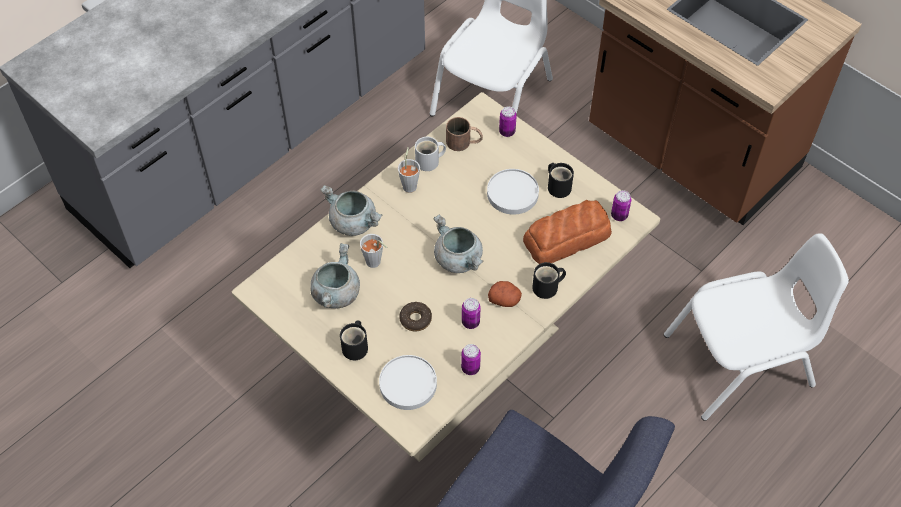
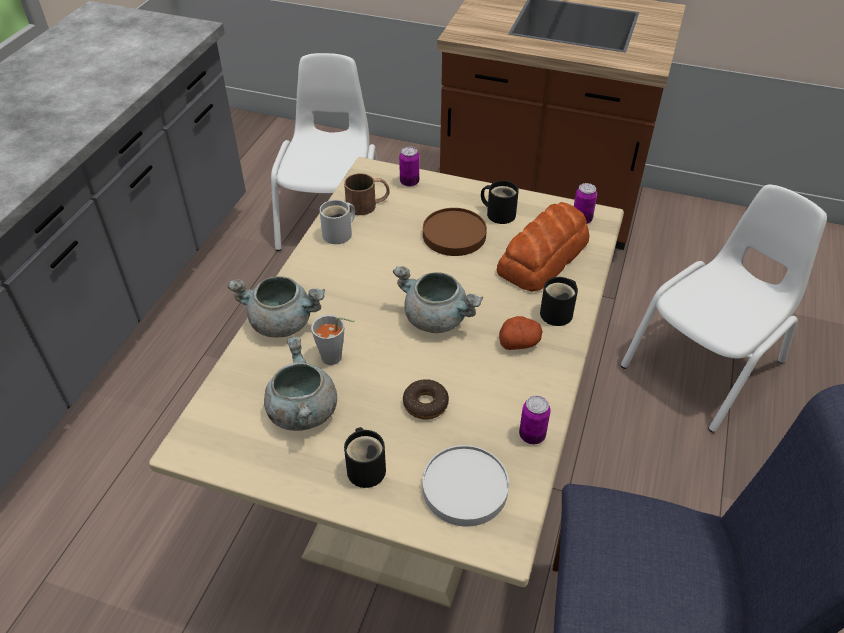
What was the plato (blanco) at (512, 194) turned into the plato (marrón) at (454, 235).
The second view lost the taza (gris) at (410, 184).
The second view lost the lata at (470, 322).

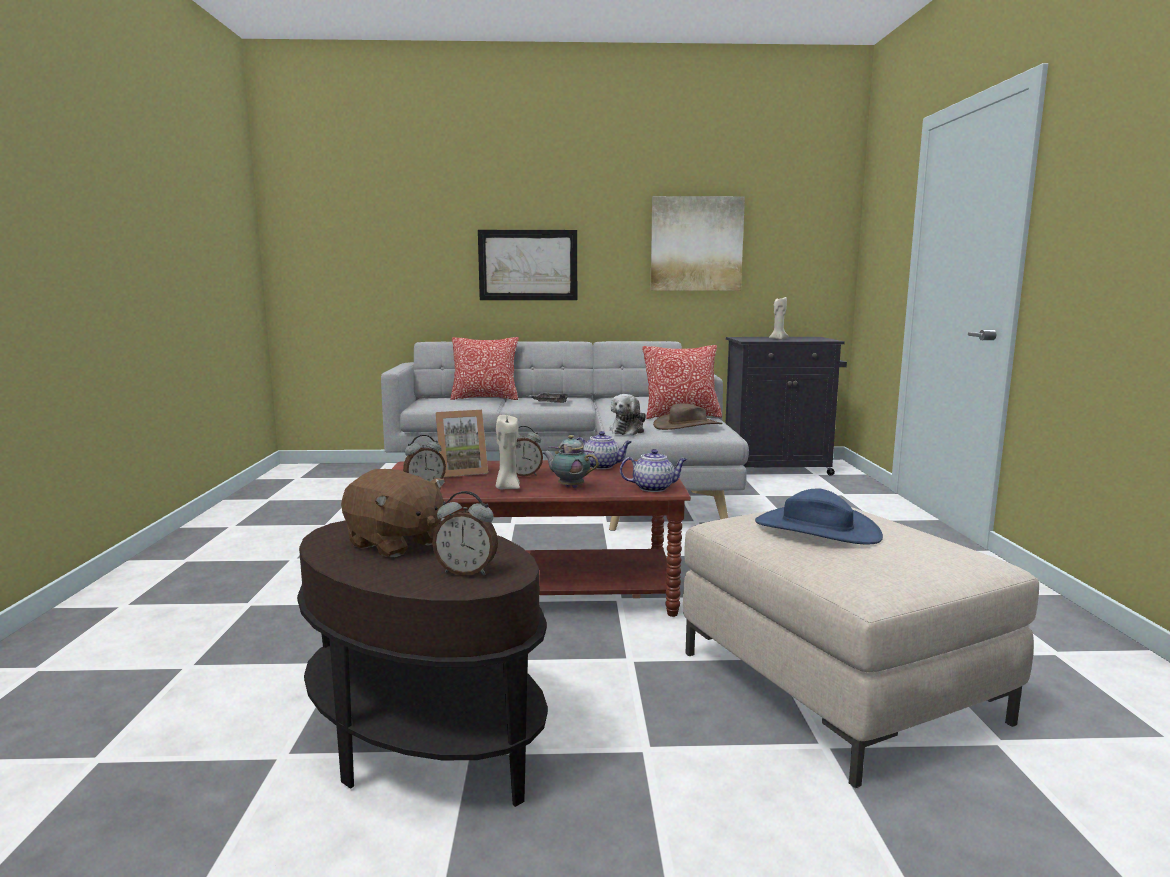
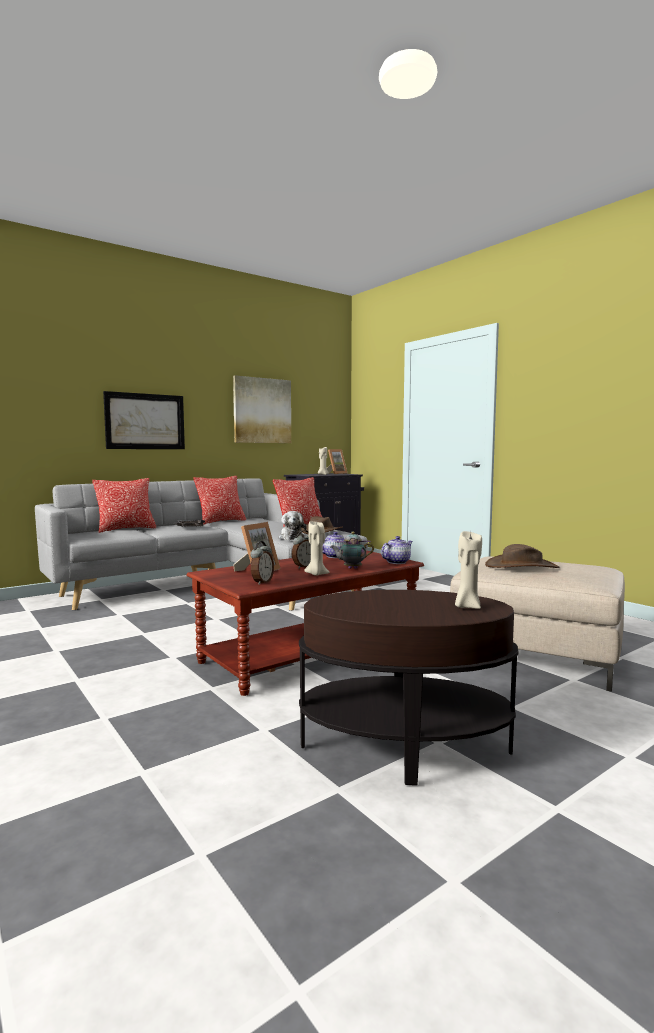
The second view gained the cojín at (221, 522).
The second view gained the portarretratos at (335, 473).
Where the despertador stood at (467, 572), the vela (beis) came to stand at (467, 606).
What was the sombrero (azul) at (816, 529) turned into the sombrero (marrón) at (521, 566).
The second view lost the peluche (marrón) at (395, 544).

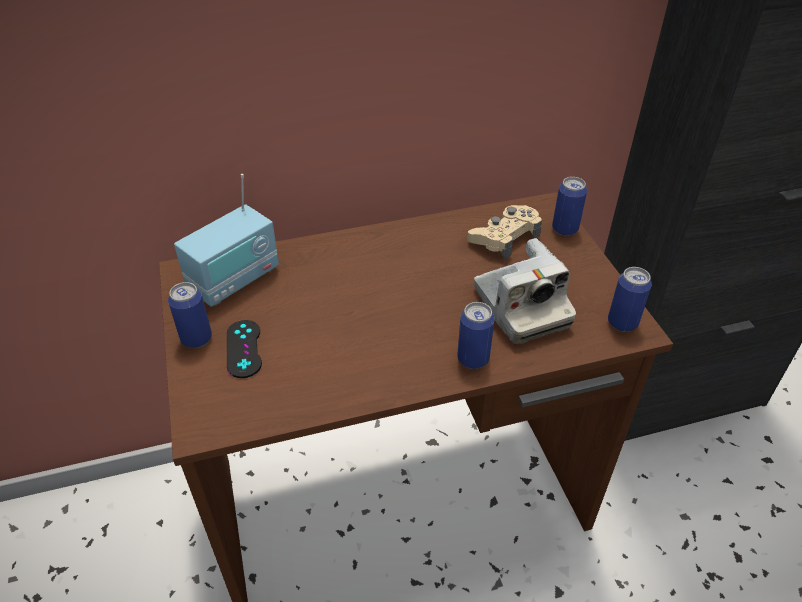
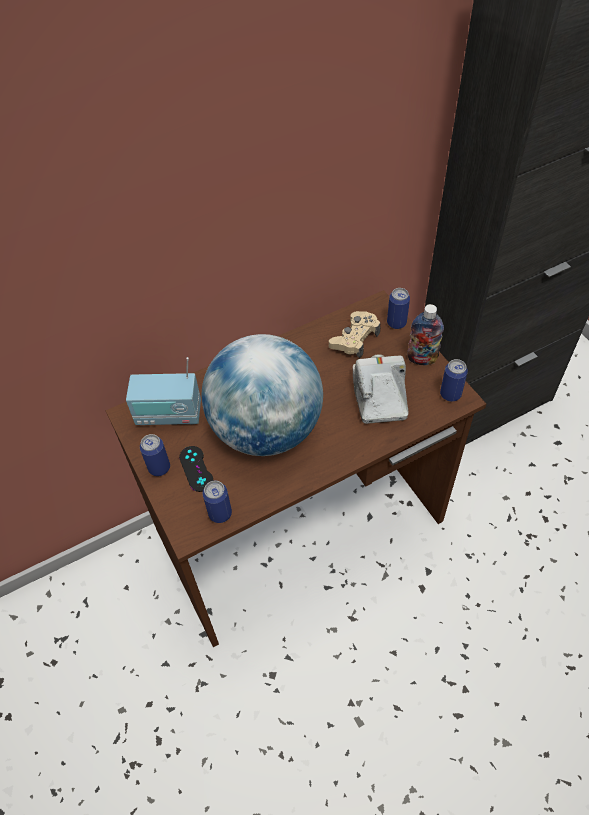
The radio at (235, 280) ended up facing another way, 60 degrees clockwise from before.
The second view gained the globo terráqueo at (266, 430).
The lata ended up elsewhere, having gone from (473, 359) to (220, 513).
The cámara at (520, 308) ended up facing another way, 150 degrees counterclockwise from before.
The second view gained the botella at (422, 359).

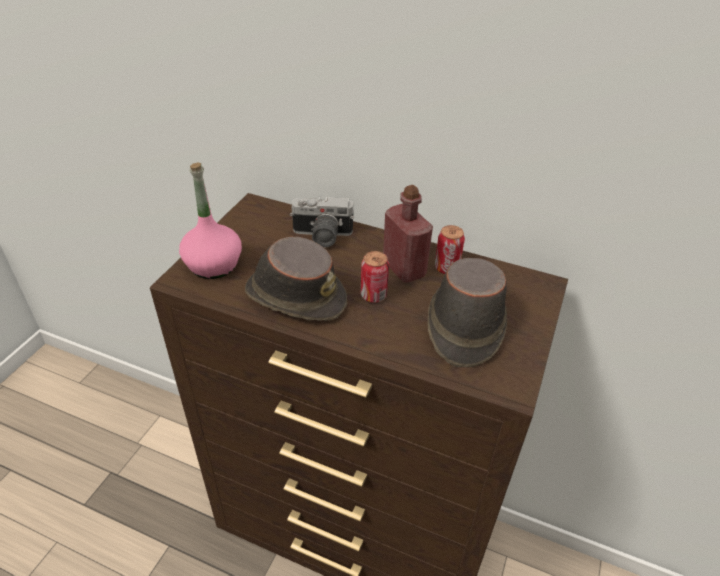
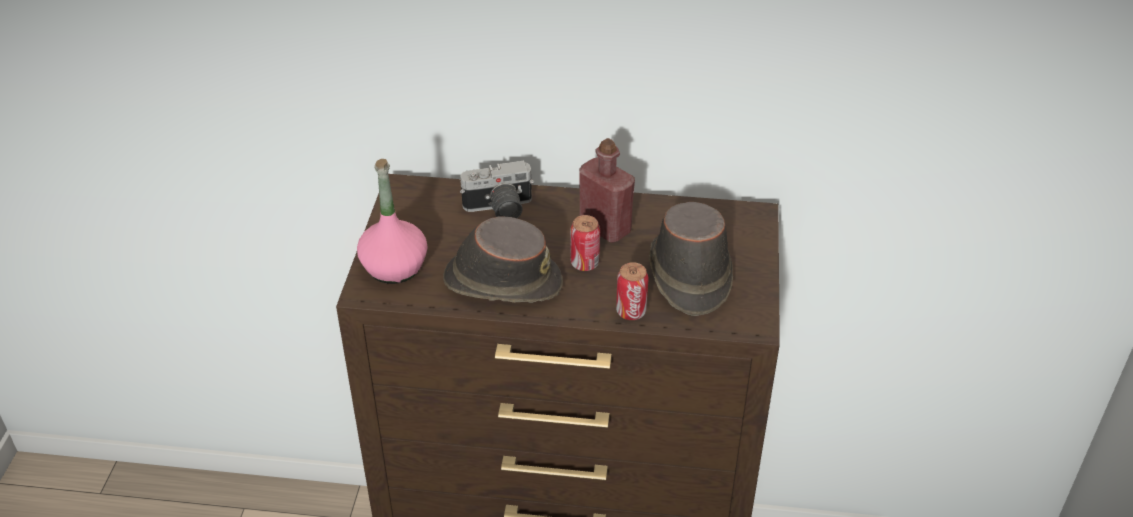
The lata ended up elsewhere, having gone from (446, 268) to (631, 312).

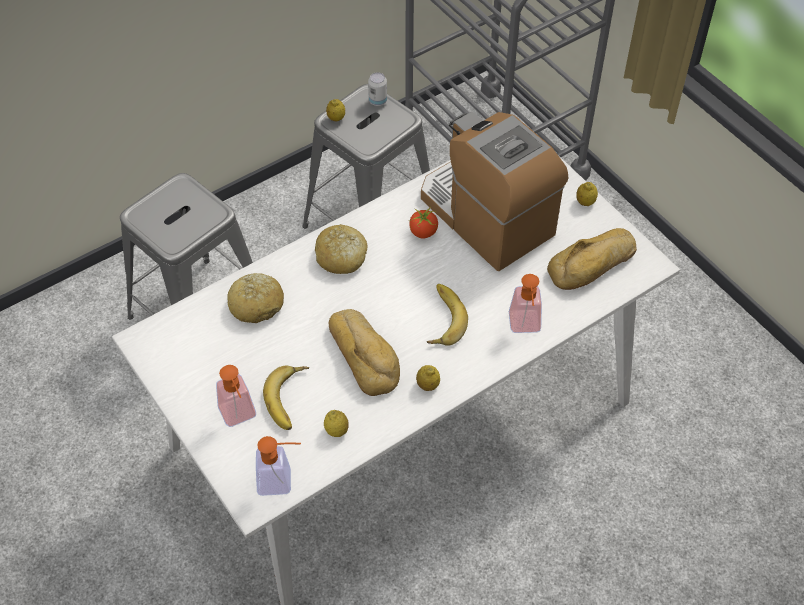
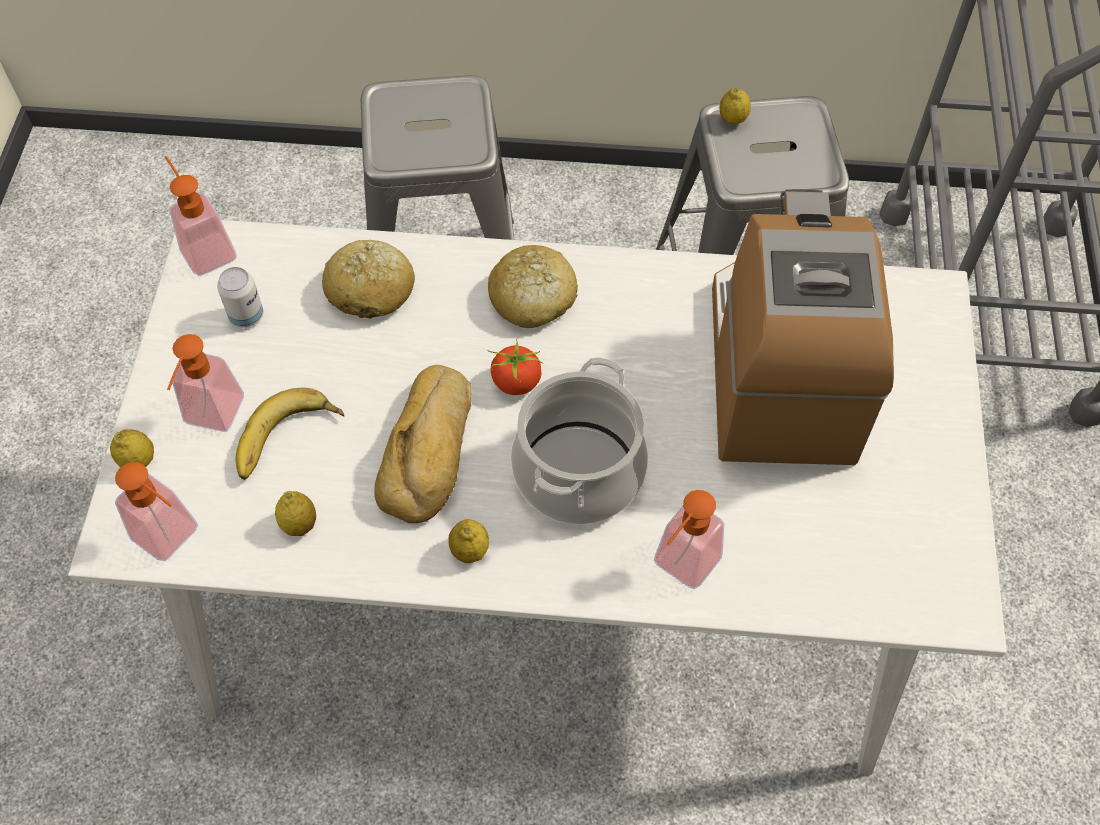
The limón ended up elsewhere, having gone from (585, 202) to (138, 461).
The second view gained the dispensador de jabón at (204, 247).
The lata ended up elsewhere, having gone from (377, 101) to (246, 316).
The tomate ended up elsewhere, having gone from (423, 232) to (516, 383).
Where the plátano stood at (441, 318), the olla came to stand at (578, 471).
The second view lost the pan at (593, 265).

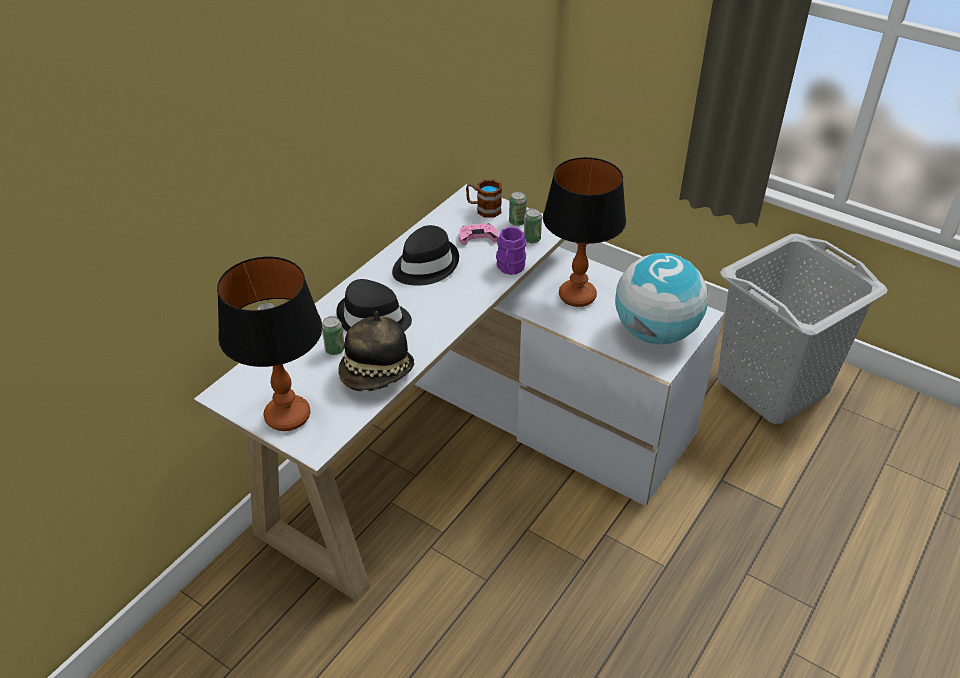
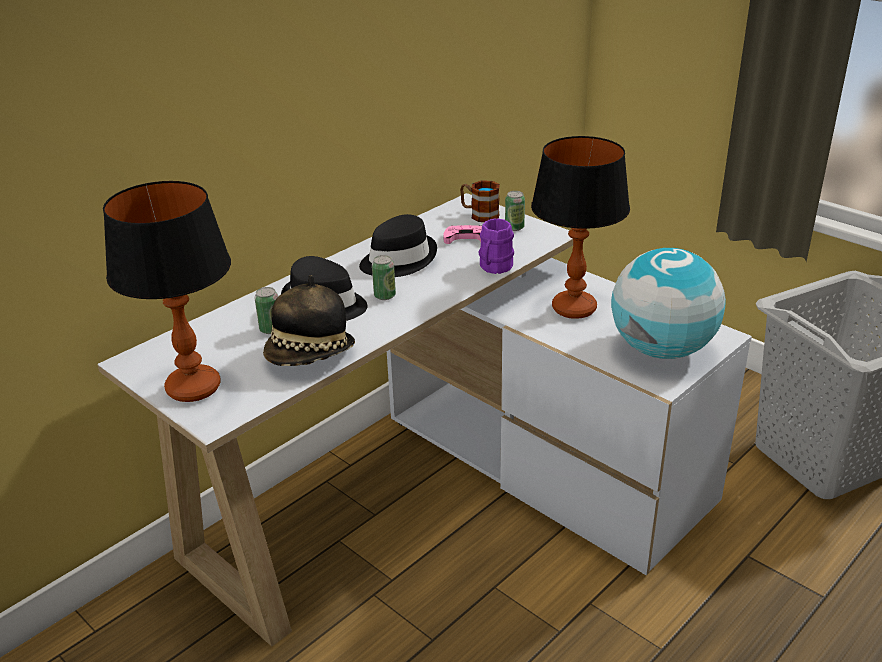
The lata ended up elsewhere, having gone from (532, 239) to (384, 296).

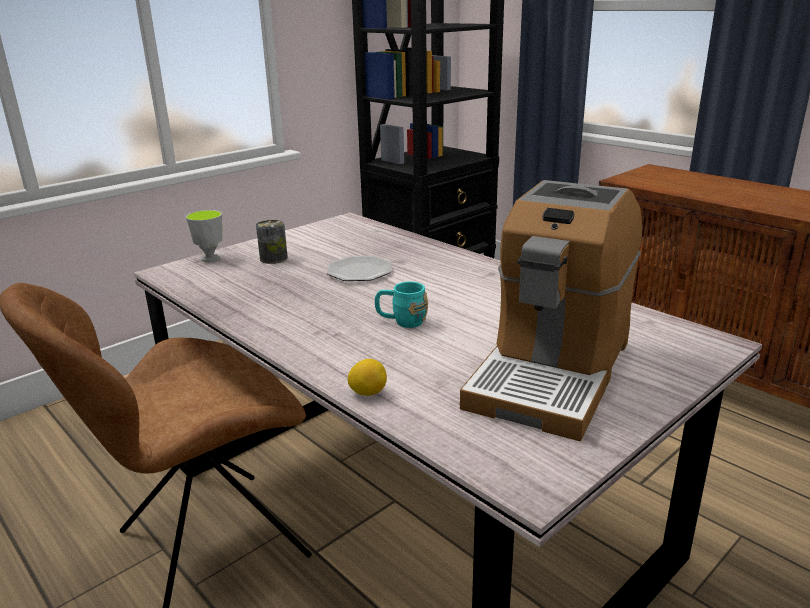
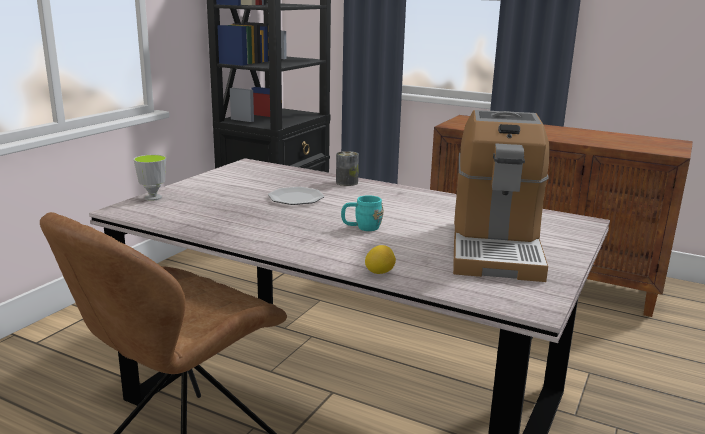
The lata ended up elsewhere, having gone from (273, 258) to (347, 182).

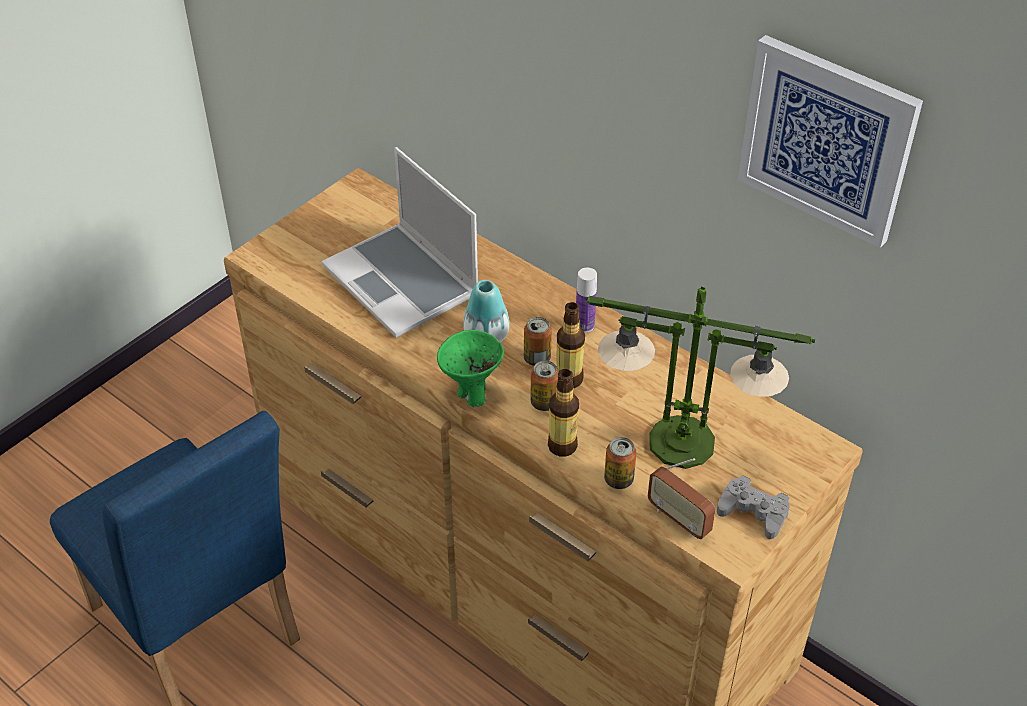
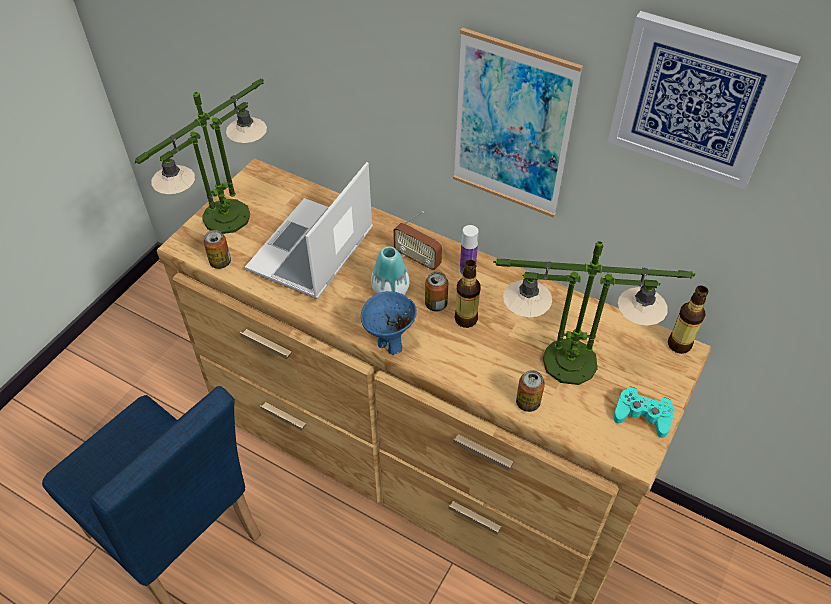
The second view gained the lámpara de mesa at (226, 218).
The lata ended up elsewhere, having gone from (544, 402) to (220, 262).
The portátil at (403, 282) ended up facing another way, 75 degrees clockwise from before.
What was the cuenco (verde) at (472, 394) turned into the cuenco (azul) at (390, 343).
The radio ended up elsewhere, having gone from (679, 519) to (417, 259).
The second view gained the cuadro at (512, 127).
What was the mando de consola (gris) at (753, 512) turned into the mando de consola (turquesa) at (642, 415).
The botella ended up elsewhere, having gone from (562, 446) to (679, 344).

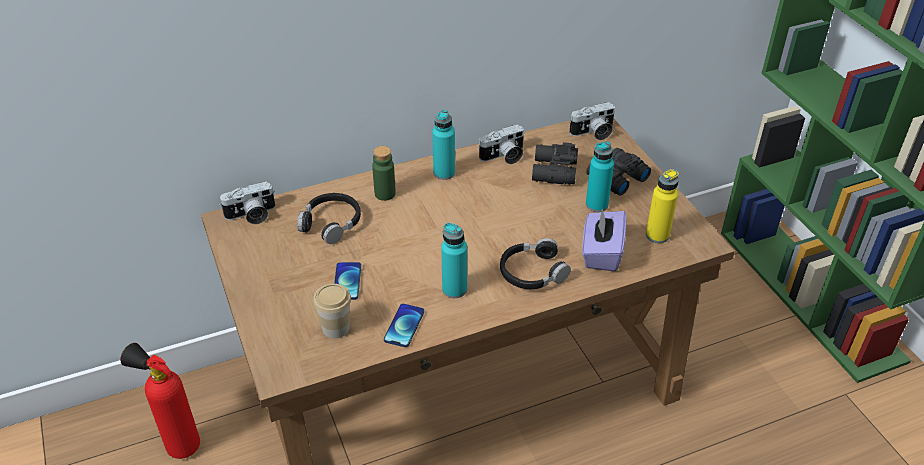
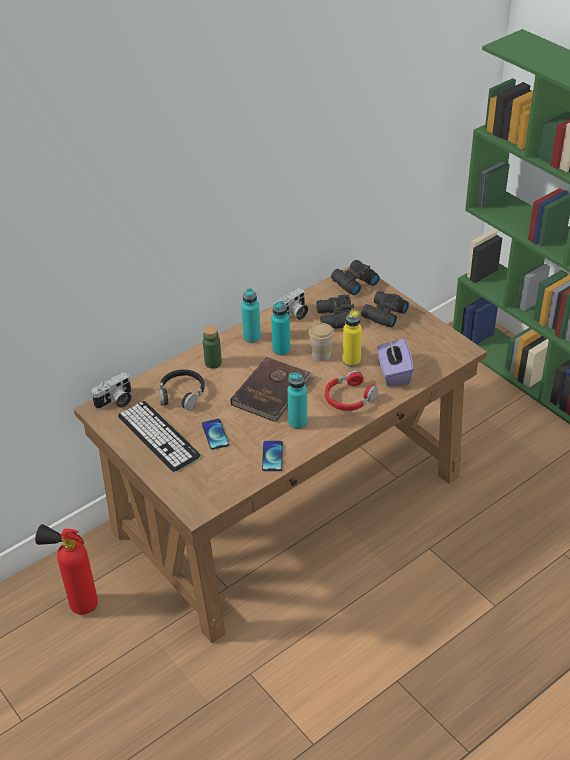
The second view gained the teclado at (158, 436).
The second view gained the libro (marrón) at (273, 392).
The botella (turquesa) ended up elsewhere, having gone from (596, 205) to (281, 350).
The taza ended up elsewhere, having gone from (336, 328) to (321, 354).
What was the auriculares (negro) at (532, 272) turned into the auriculares (rojo) at (349, 398).
Where the cámara stood at (593, 133), the prismáticos (negro) came to stand at (353, 282).
The botella (amarillo) ended up elsewhere, having gone from (657, 235) to (351, 361).

